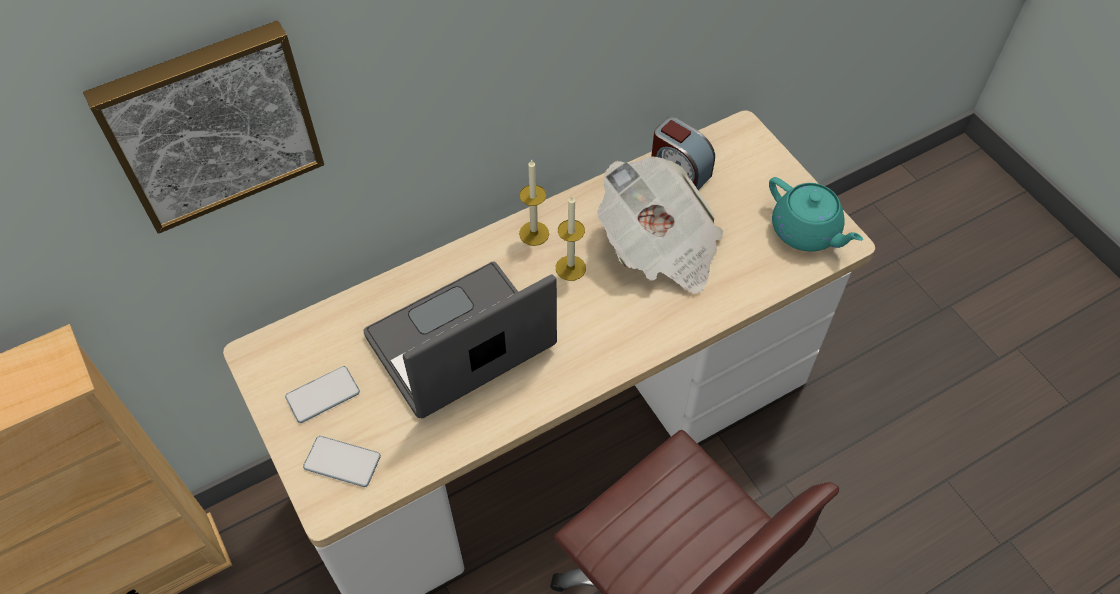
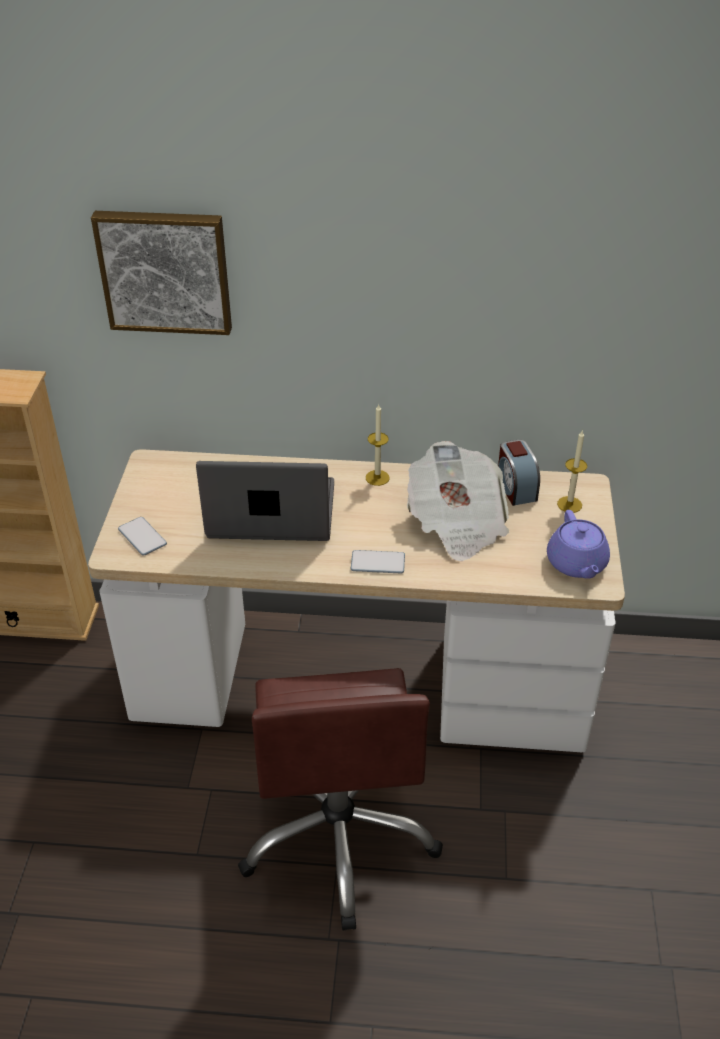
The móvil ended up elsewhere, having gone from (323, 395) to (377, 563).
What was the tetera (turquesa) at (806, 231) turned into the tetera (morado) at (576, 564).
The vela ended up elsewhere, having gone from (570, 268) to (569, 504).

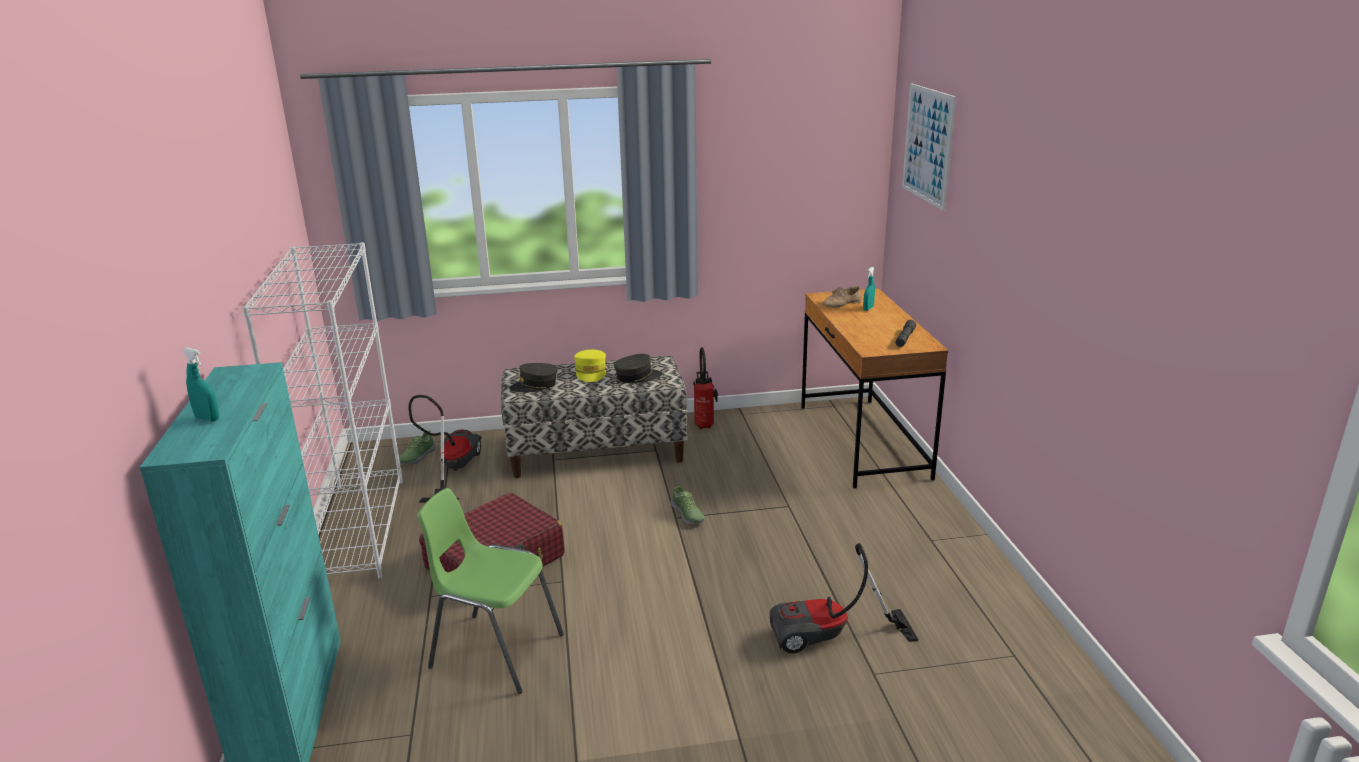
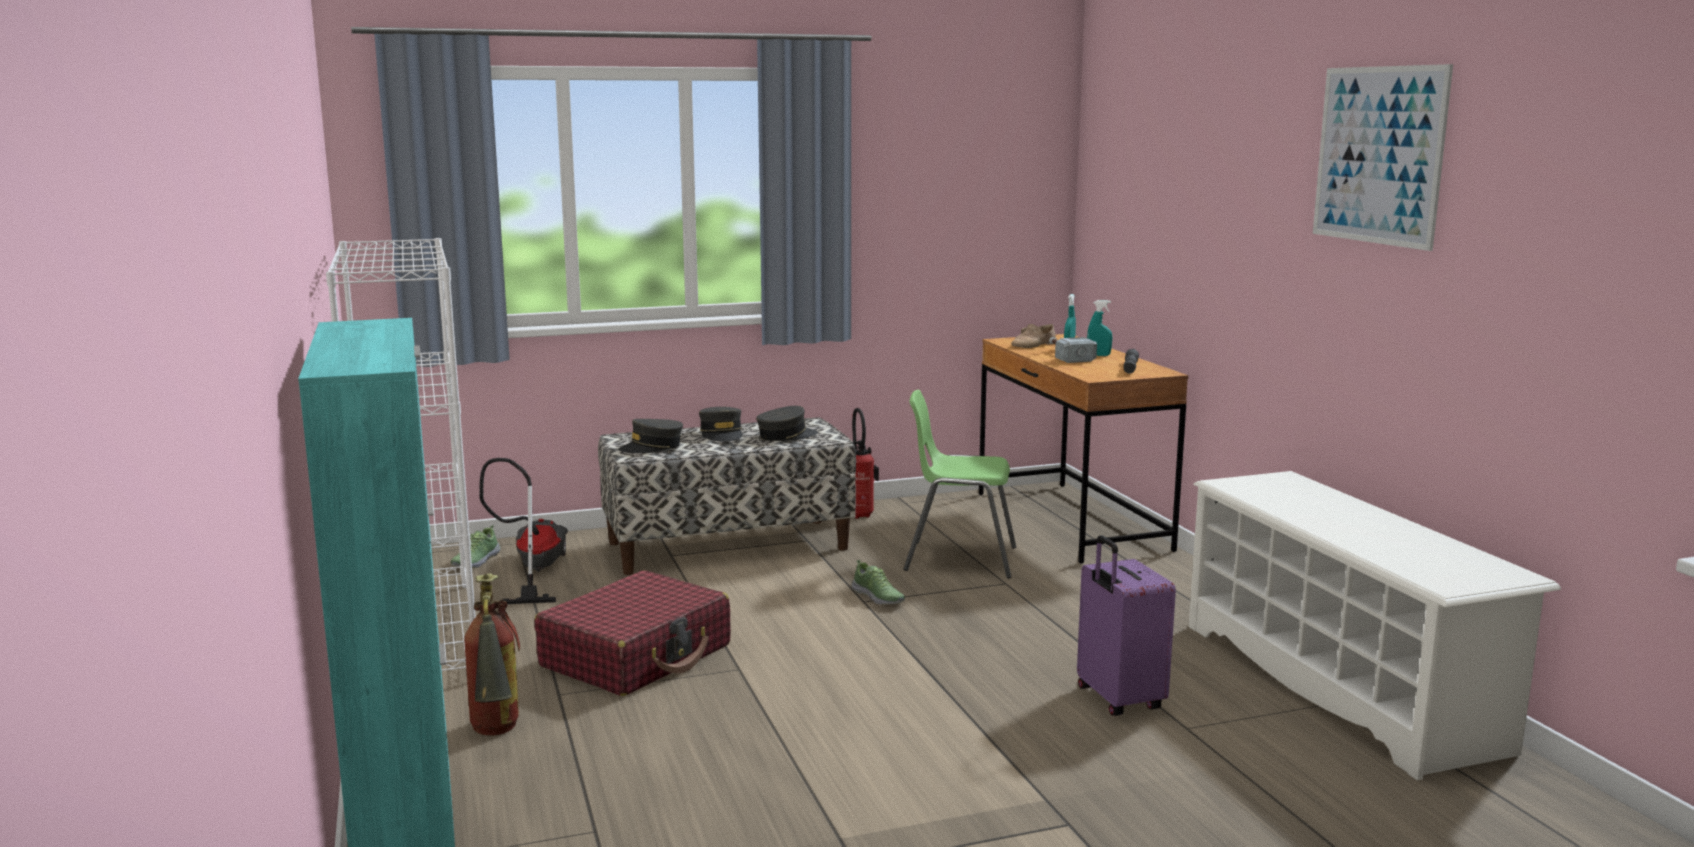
The second view gained the extintor at (495, 736).
What was the gorra (amarillo) at (591, 372) turned into the gorra (gris) at (722, 434).
The silla (verde) ended up elsewhere, having gone from (495, 651) to (959, 559).
The second view gained the martillo at (1066, 356).
Where the aspiradora stood at (830, 638), the maleta (morado) came to stand at (1117, 700).
The pulverizador (turquesa) ended up elsewhere, having gone from (207, 419) to (1098, 355).
The second view gained the zapatero (blanco) at (1339, 685).
The cuadro ended up elsewhere, having gone from (928, 145) to (1379, 155).

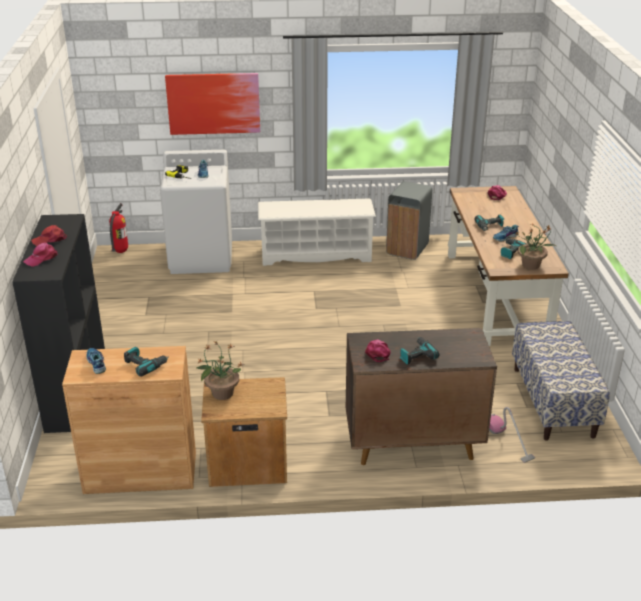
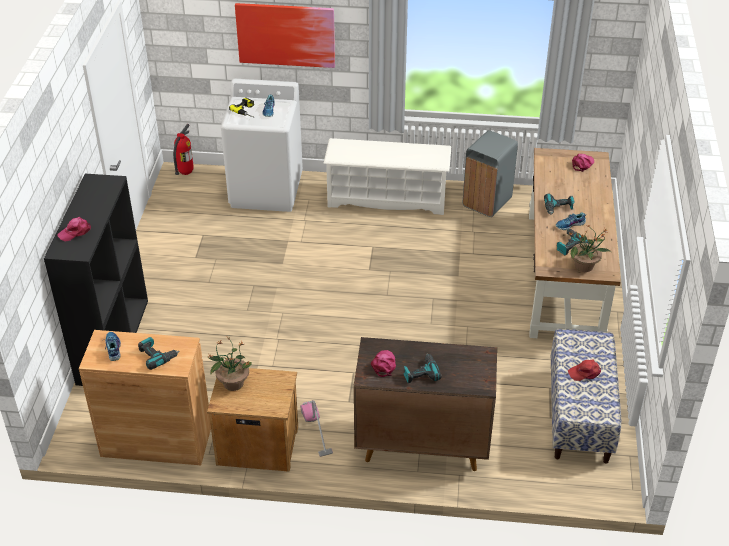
The aspiradora ended up elsewhere, having gone from (507, 441) to (316, 431).
The gorra (rojo) ended up elsewhere, having gone from (50, 240) to (585, 372).

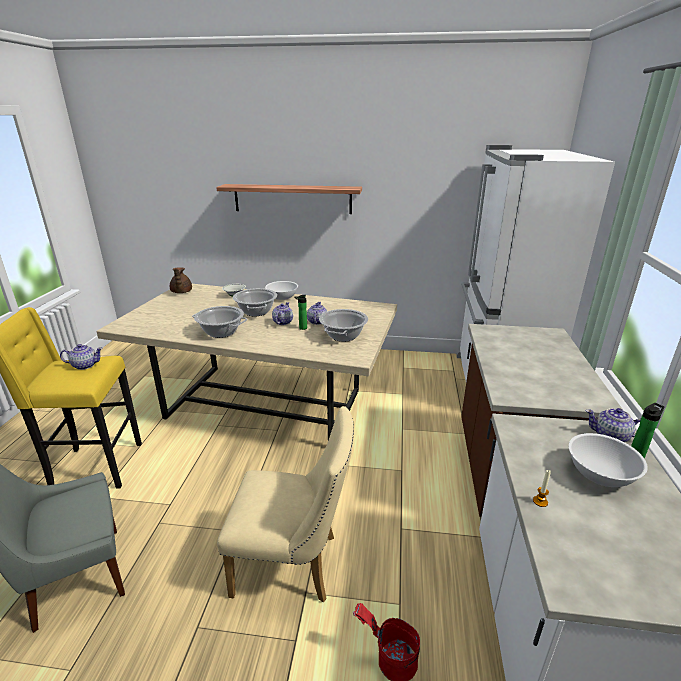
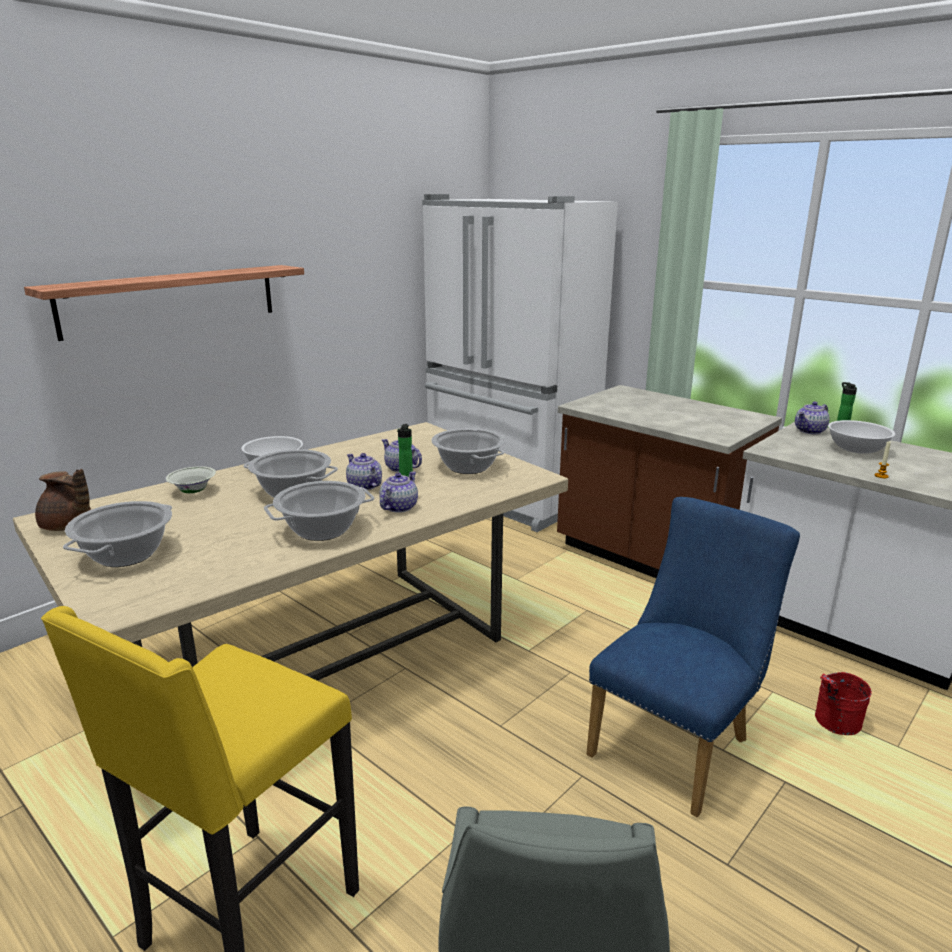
The second view gained the olla at (126, 555).
The tetera ended up elsewhere, having gone from (85, 365) to (398, 507).
What was the silla (beis) at (294, 565) turned into the silla (azul) at (677, 744).

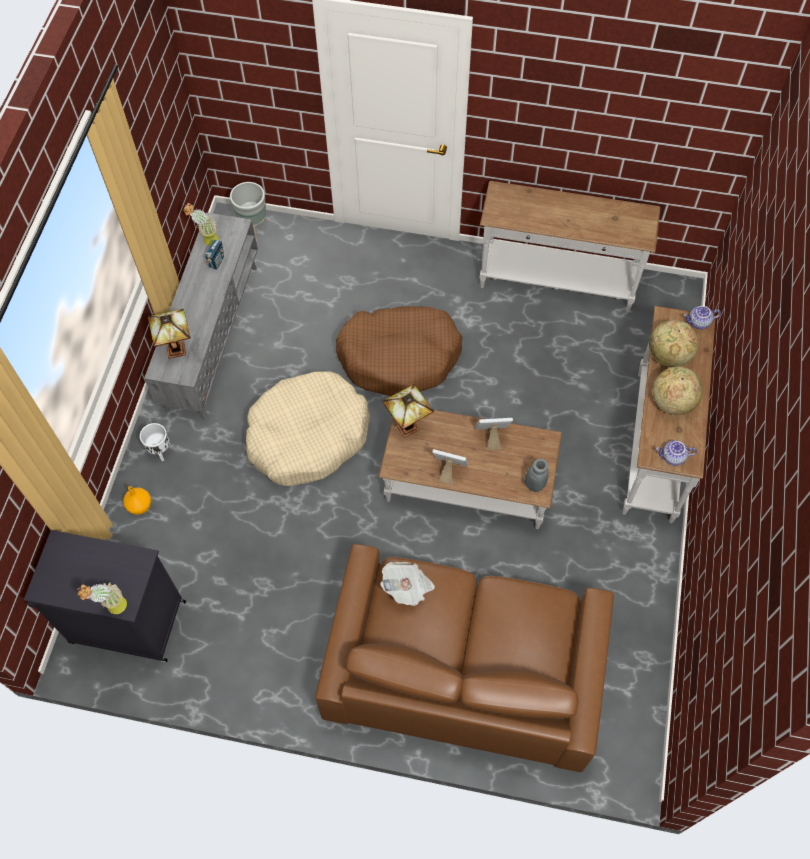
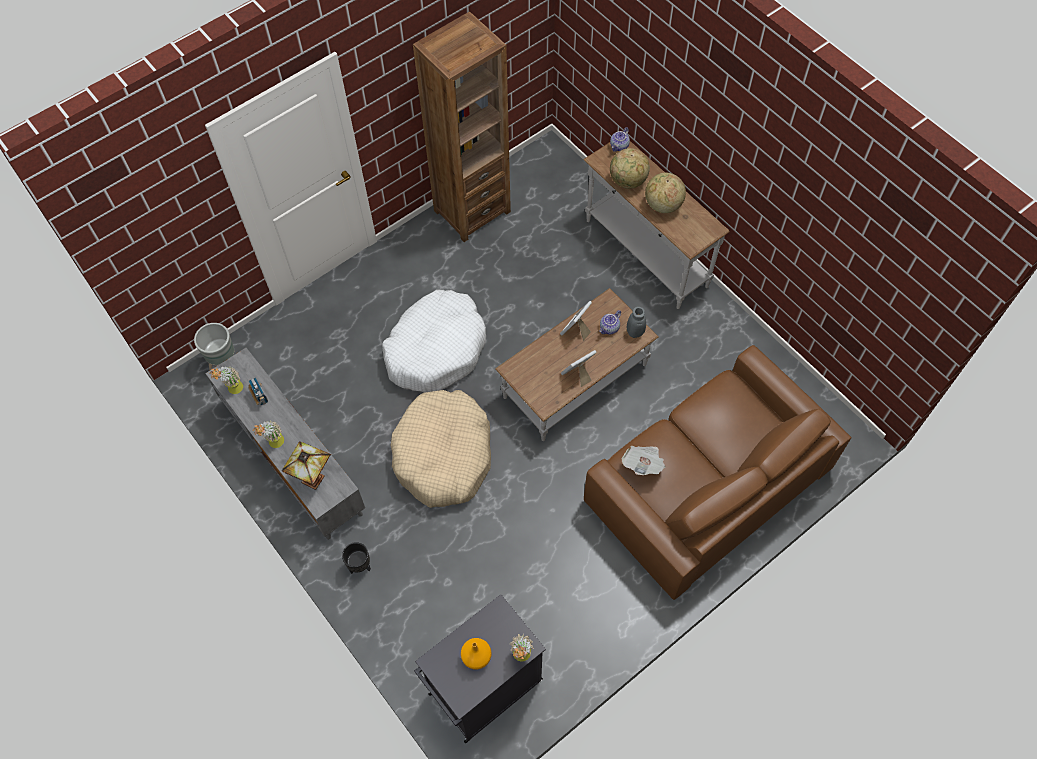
The second view gained the planta en maceta at (274, 444).
What was the maceta (blanco) at (160, 451) turned into the maceta (negro) at (359, 566).
What was the cama para perro (marrón) at (399, 357) turned into the cama para perro (blanco) at (436, 349).
Where the mesa consola (blanco) stood at (557, 283), the estantería (marrón) came to stand at (472, 211).
The florero (naranja) ended up elsewhere, having gone from (140, 506) to (477, 656).
The tetera ended up elsewhere, having gone from (673, 458) to (609, 328).
The second view lost the lámpara de mesa at (408, 425).

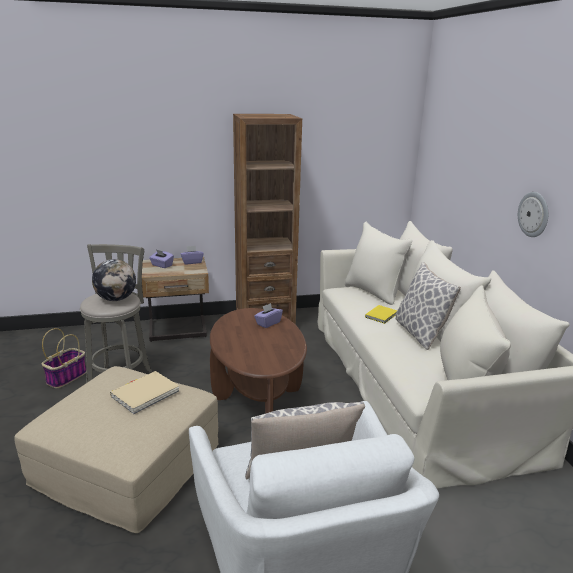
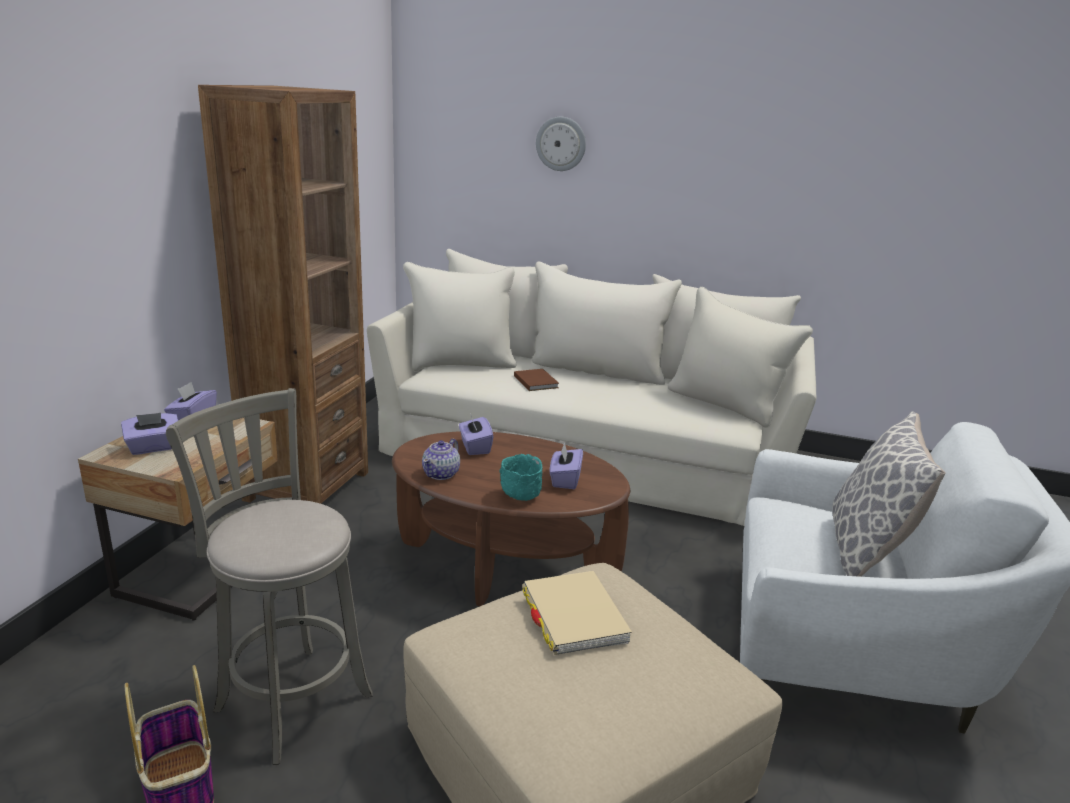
The second view gained the tetera at (441, 474).
The second view gained the cuenco (turquesa) at (520, 496).
What was the libro (amarillo) at (382, 315) turned into the libro (marrón) at (536, 381).
The reloj de pared ended up elsewhere, having gone from (534, 214) to (561, 144).
The second view gained the caja de pañuelos (morado) at (565, 480).
The second view lost the globo terráqueo at (116, 299).
The second view lost the cojín at (420, 333).

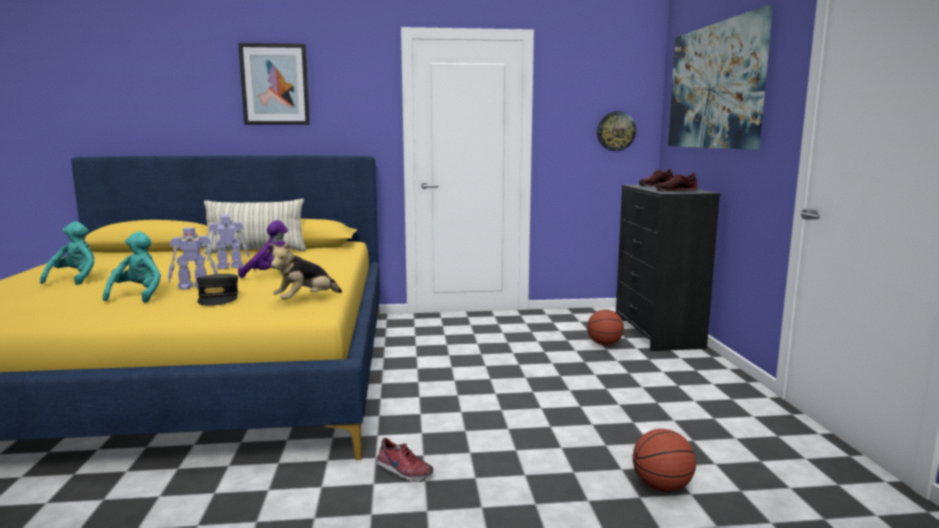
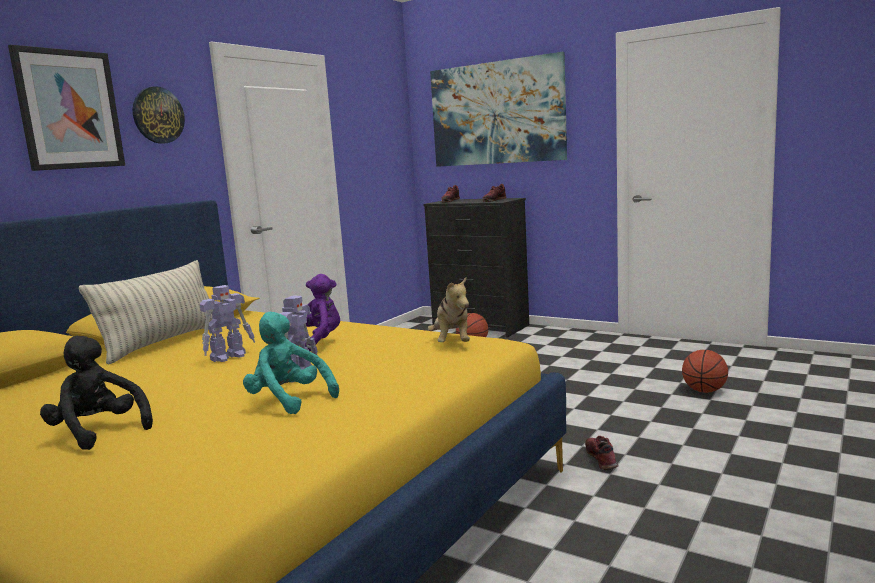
What was the peluche (turquesa) at (75, 279) turned into the peluche (negro) at (99, 432).
The reloj de pared ended up elsewhere, having gone from (616, 131) to (158, 115).
The robot de juguete at (229, 267) ended up facing another way, 150 degrees counterclockwise from before.
The zapato at (402, 471) ended up facing another way, 75 degrees counterclockwise from before.
The second view lost the gorra (gris) at (218, 298).

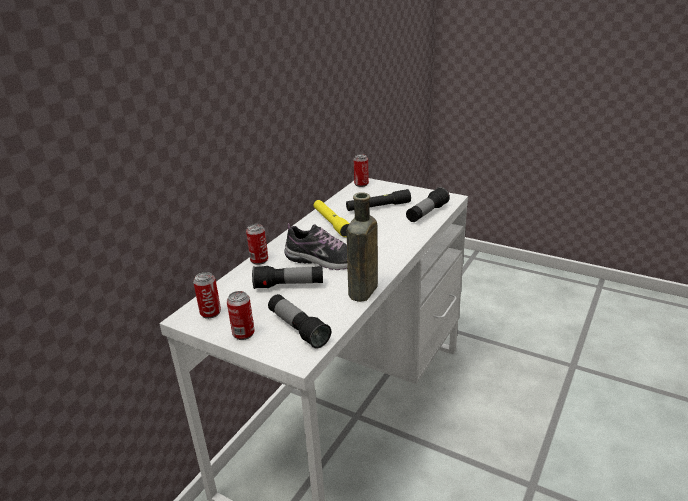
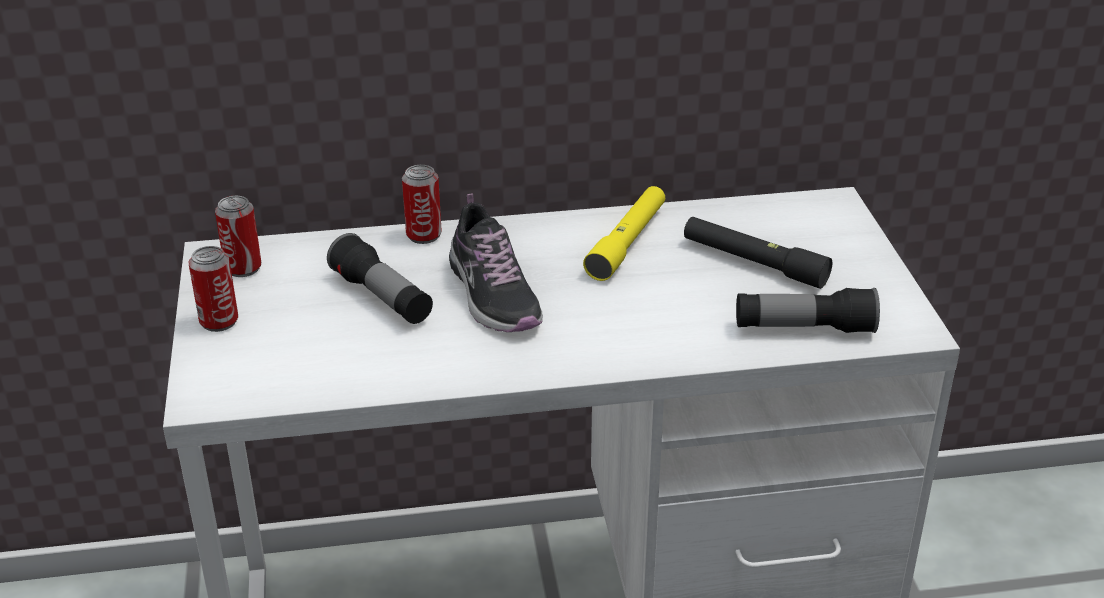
The second view lost the linterna at (298, 329).
The second view lost the botella (marrón) at (362, 292).
The second view lost the lata at (361, 184).

